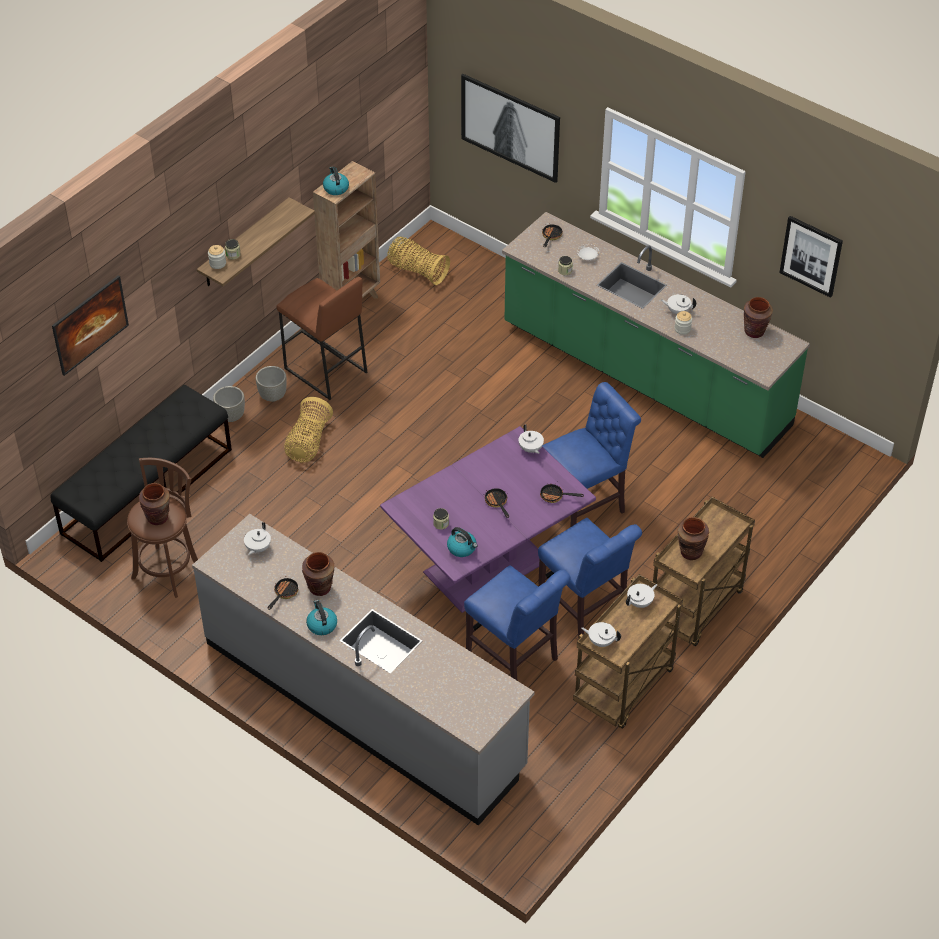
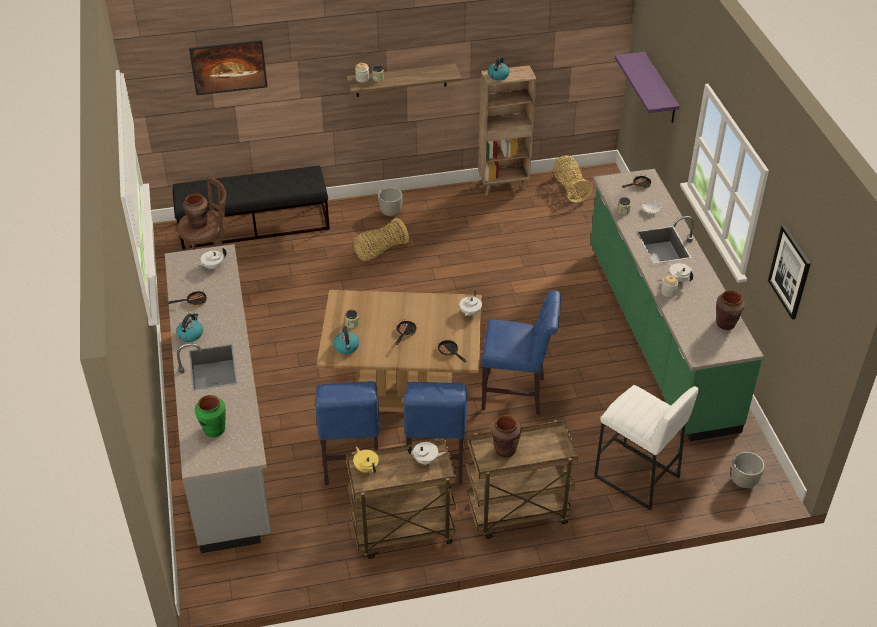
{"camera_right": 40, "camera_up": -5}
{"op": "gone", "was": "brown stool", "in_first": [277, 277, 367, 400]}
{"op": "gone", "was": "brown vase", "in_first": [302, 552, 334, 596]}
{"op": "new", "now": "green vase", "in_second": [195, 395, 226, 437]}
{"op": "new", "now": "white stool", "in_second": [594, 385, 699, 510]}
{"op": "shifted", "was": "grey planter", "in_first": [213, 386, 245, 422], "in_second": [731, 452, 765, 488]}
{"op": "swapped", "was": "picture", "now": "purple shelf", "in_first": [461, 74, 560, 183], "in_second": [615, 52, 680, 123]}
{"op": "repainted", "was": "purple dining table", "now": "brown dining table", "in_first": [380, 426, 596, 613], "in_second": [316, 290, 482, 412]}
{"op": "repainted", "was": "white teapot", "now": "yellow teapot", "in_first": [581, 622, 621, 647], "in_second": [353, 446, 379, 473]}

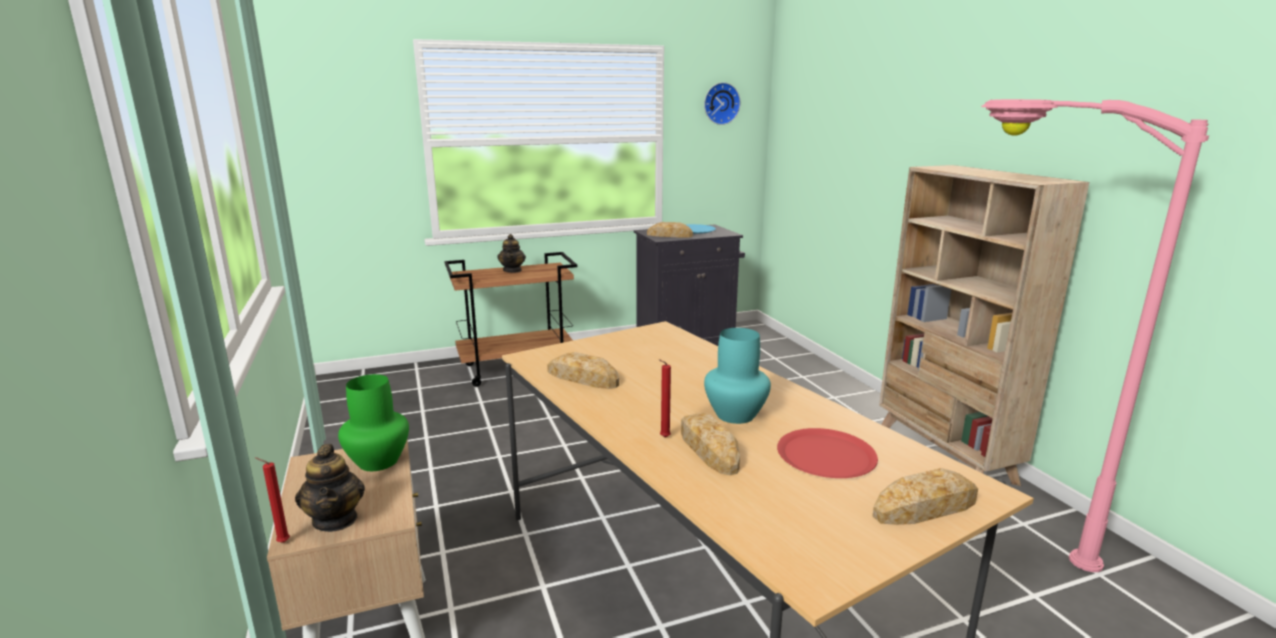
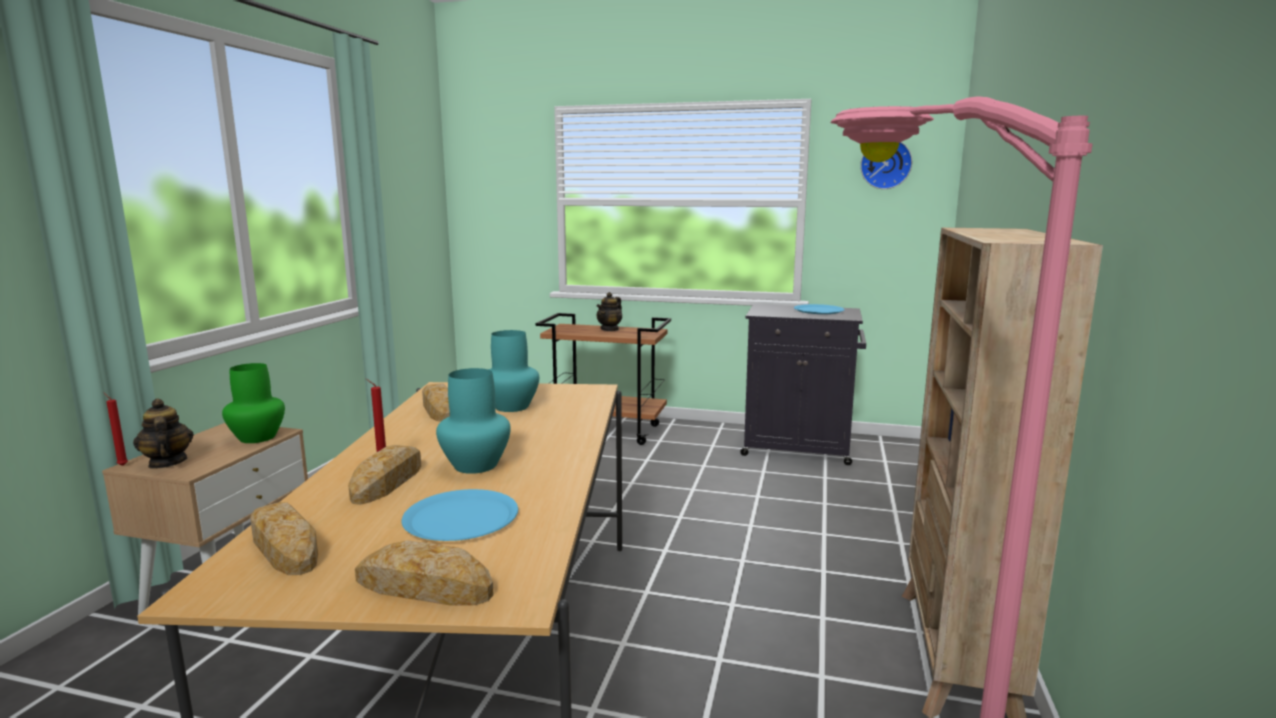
{"camera_right": 35, "camera_up": -5}
{"op": "new", "now": "turquoise vase", "in_second": [488, 330, 539, 412]}
{"op": "shifted", "was": "bread", "in_first": [647, 222, 693, 238], "in_second": [250, 502, 318, 575]}
{"op": "repainted", "was": "red plate", "now": "blue plate", "in_first": [777, 428, 878, 478], "in_second": [401, 489, 518, 541]}
{"op": "rotated", "was": "teapot", "in_first": [295, 444, 365, 532], "in_second": [133, 398, 194, 469], "clockwise": 135}

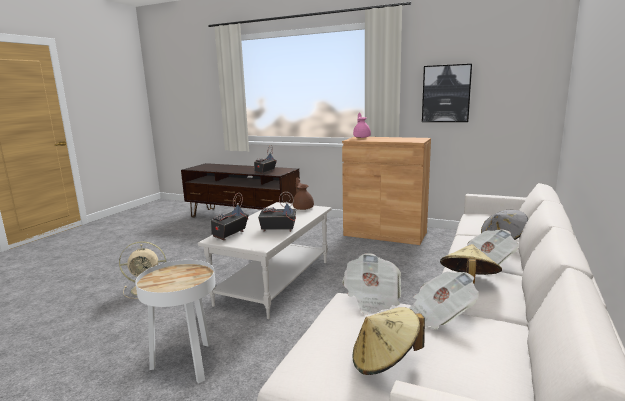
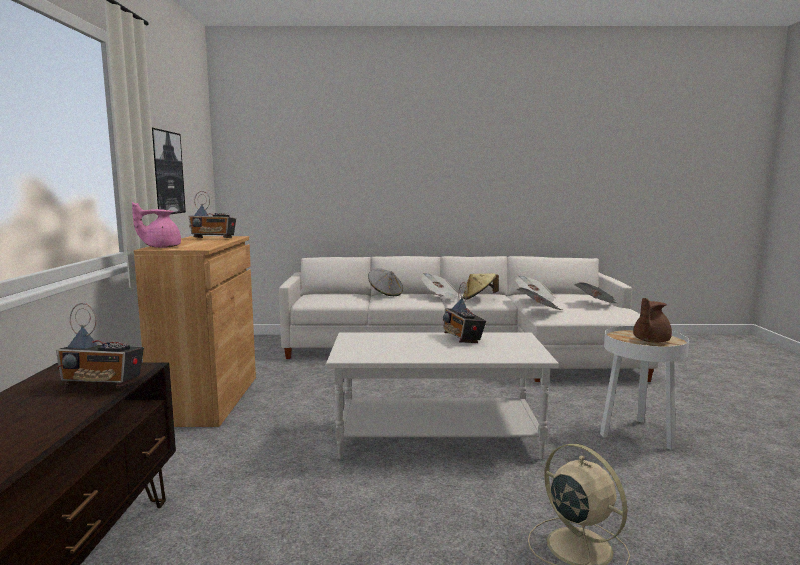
{"camera_right": -115, "camera_up": -5}
{"op": "shifted", "was": "radio", "in_first": [210, 193, 249, 241], "in_second": [188, 191, 236, 238]}
{"op": "shifted", "was": "brown teapot", "in_first": [293, 177, 314, 210], "in_second": [633, 298, 672, 343]}
{"op": "swapped", "was": "beige hat", "now": "newspaper", "in_first": [353, 307, 425, 375], "in_second": [574, 282, 616, 303]}

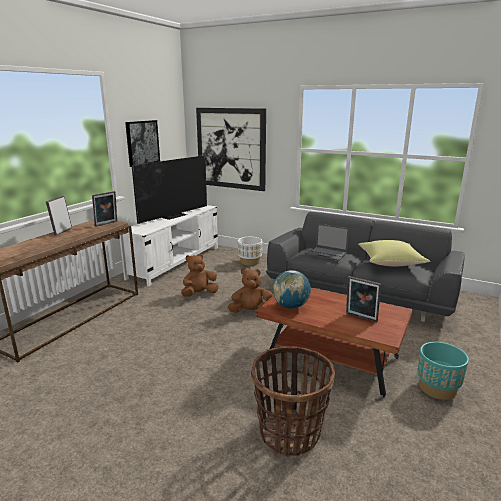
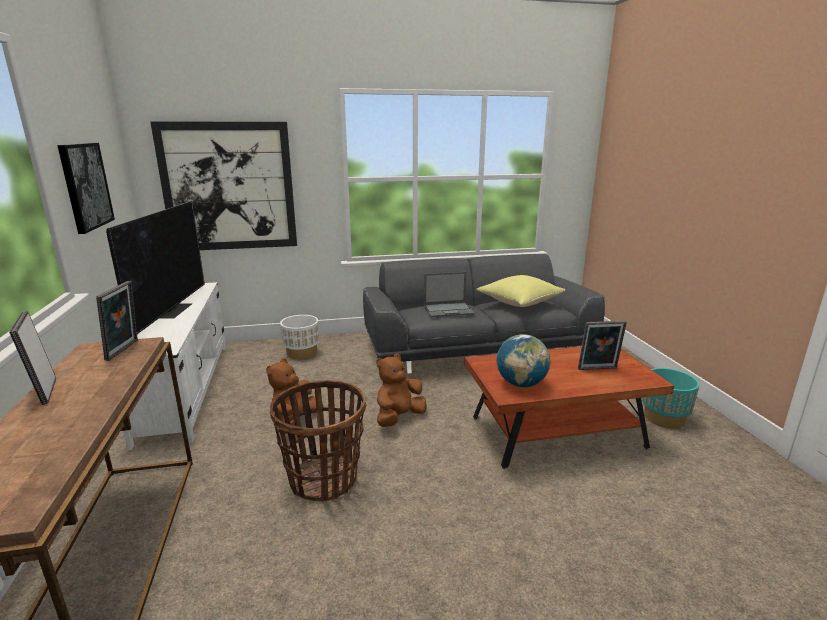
{"camera_right": -40, "camera_up": 0}
{"op": "shifted", "was": "basket", "in_first": [251, 346, 335, 457], "in_second": [270, 380, 366, 502]}

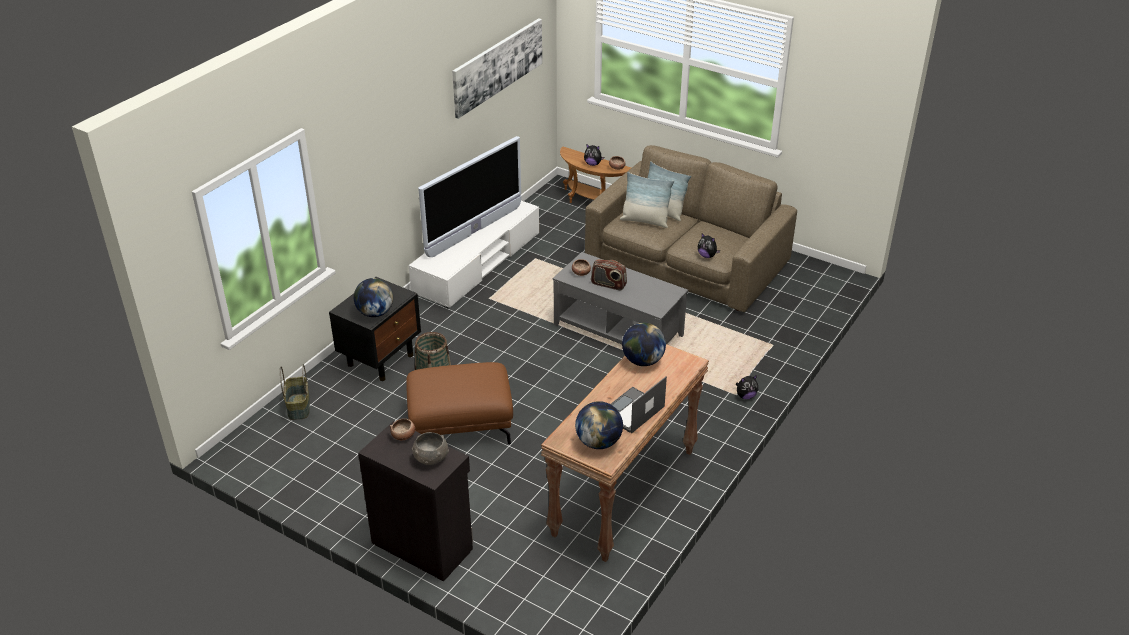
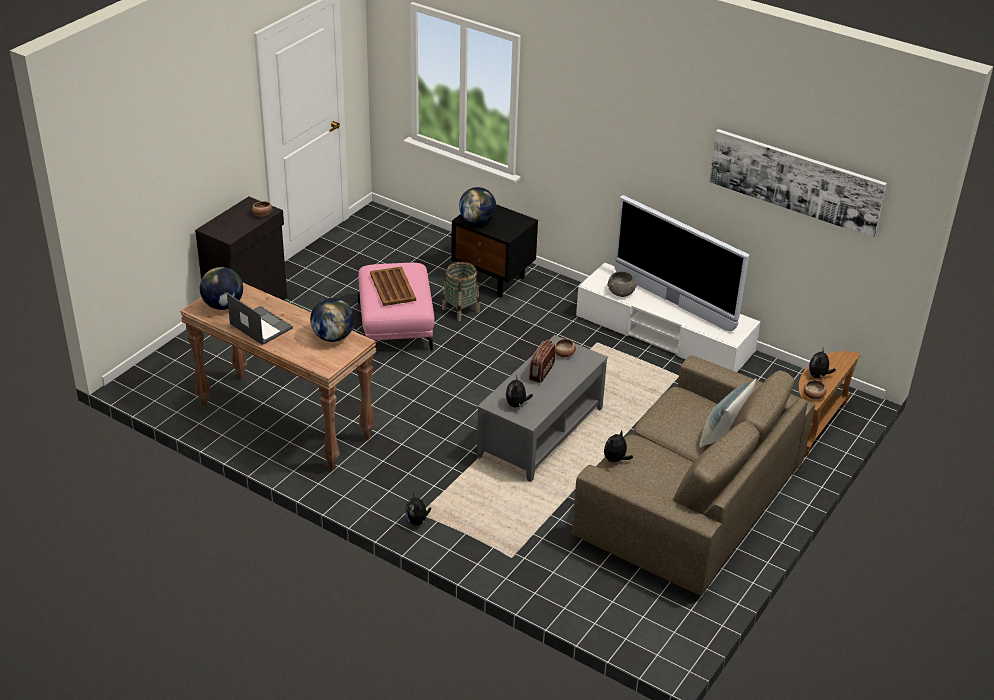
{"camera_right": 90, "camera_up": 0}
{"op": "gone", "was": "basket", "in_first": [280, 364, 310, 420]}
{"op": "gone", "was": "pillow", "in_first": [620, 172, 674, 228]}
{"op": "new", "now": "brown tray", "in_second": [370, 266, 416, 306]}
{"op": "new", "now": "plush toy", "in_second": [505, 375, 533, 408]}
{"op": "shifted", "was": "grey bowl", "in_first": [412, 432, 449, 465], "in_second": [607, 271, 637, 297]}
{"op": "repainted", "was": "brown ottoman", "now": "pink ottoman", "in_first": [406, 362, 513, 445], "in_second": [358, 263, 435, 351]}

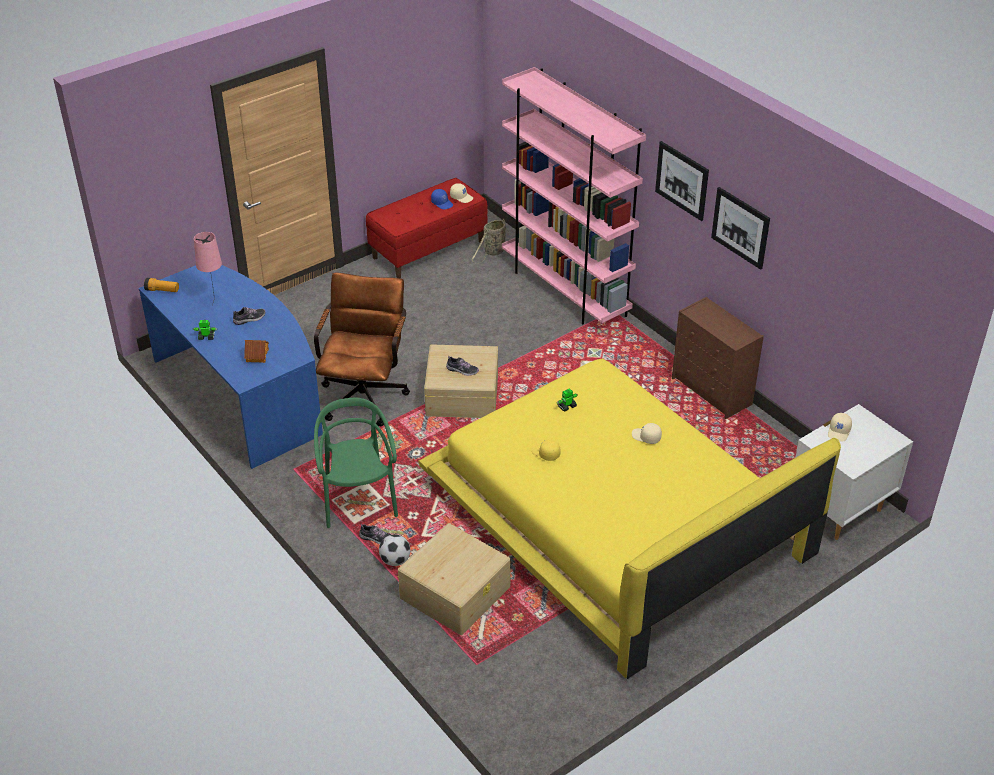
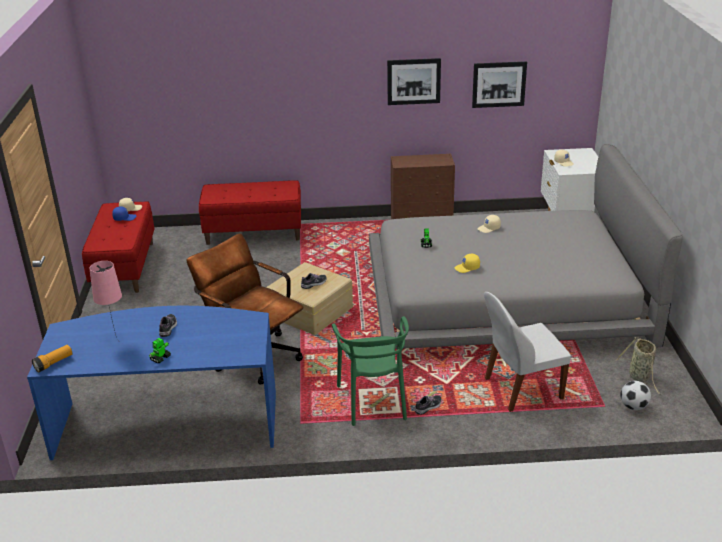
{"camera_right": -55, "camera_up": -10}
{"op": "gone", "was": "toy house", "in_first": [244, 340, 269, 363]}
{"op": "shifted", "was": "football", "in_first": [379, 534, 410, 566], "in_second": [620, 381, 651, 410]}
{"op": "shifted", "was": "basket", "in_first": [471, 219, 510, 264], "in_second": [616, 337, 661, 395]}
{"op": "shifted", "was": "picture", "in_first": [655, 141, 709, 221], "in_second": [472, 61, 527, 108]}
{"op": "swapped", "was": "beige storage box", "now": "white chair", "in_first": [398, 523, 511, 635], "in_second": [484, 292, 571, 412]}
{"op": "swapped", "was": "pink bookcase", "now": "red bench", "in_first": [502, 67, 646, 324], "in_second": [199, 180, 301, 245]}
{"op": "repainted", "was": "yellow bed", "now": "grey bed", "in_first": [418, 359, 841, 679], "in_second": [369, 144, 683, 349]}
{"op": "rotated", "was": "green chair", "in_first": [314, 398, 398, 528], "in_second": [332, 316, 409, 426], "clockwise": -120}

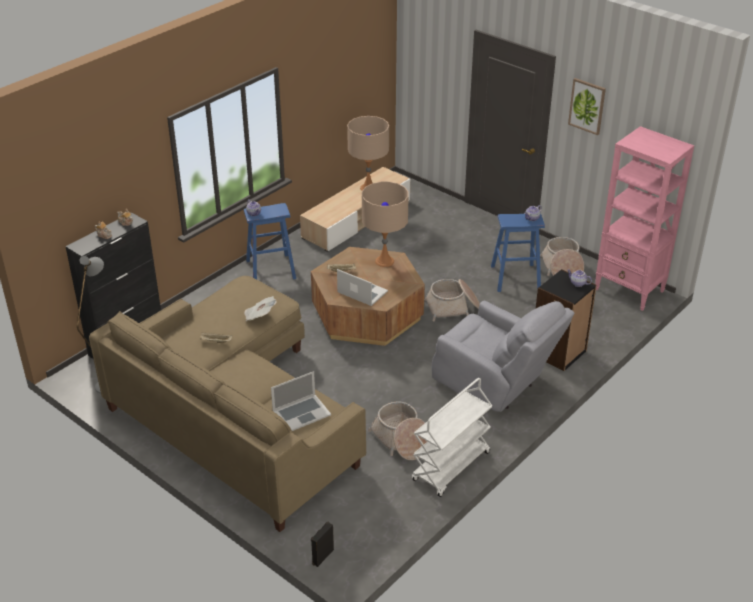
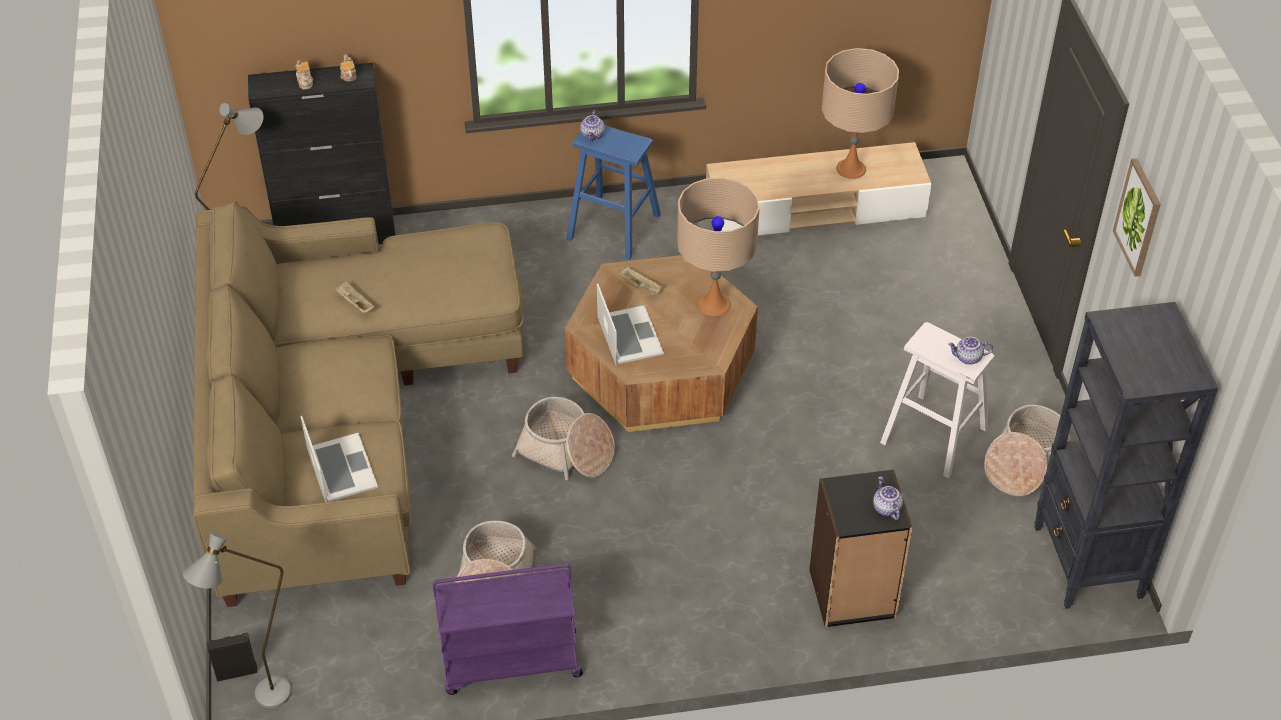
{"camera_right": 40, "camera_up": 10}
{"op": "gone", "was": "newspaper", "in_first": [244, 296, 276, 321]}
{"op": "gone", "was": "grey armchair", "in_first": [432, 301, 574, 412]}
{"op": "new", "now": "grey floor lamp", "in_second": [183, 532, 291, 708]}
{"op": "shifted", "was": "basket", "in_first": [424, 279, 480, 322], "in_second": [512, 397, 615, 480]}
{"op": "repainted", "was": "white cart", "now": "purple cart", "in_first": [412, 378, 492, 497], "in_second": [433, 564, 583, 695]}
{"op": "repainted", "was": "blue stool", "now": "white stool", "in_first": [491, 213, 545, 292], "in_second": [880, 322, 995, 478]}
{"op": "repainted", "was": "pink bookcase", "now": "black bookcase", "in_first": [595, 126, 694, 311], "in_second": [1034, 302, 1218, 609]}
{"op": "rotated", "was": "laptop", "in_first": [271, 371, 331, 431], "in_second": [301, 416, 378, 502], "clockwise": -120}

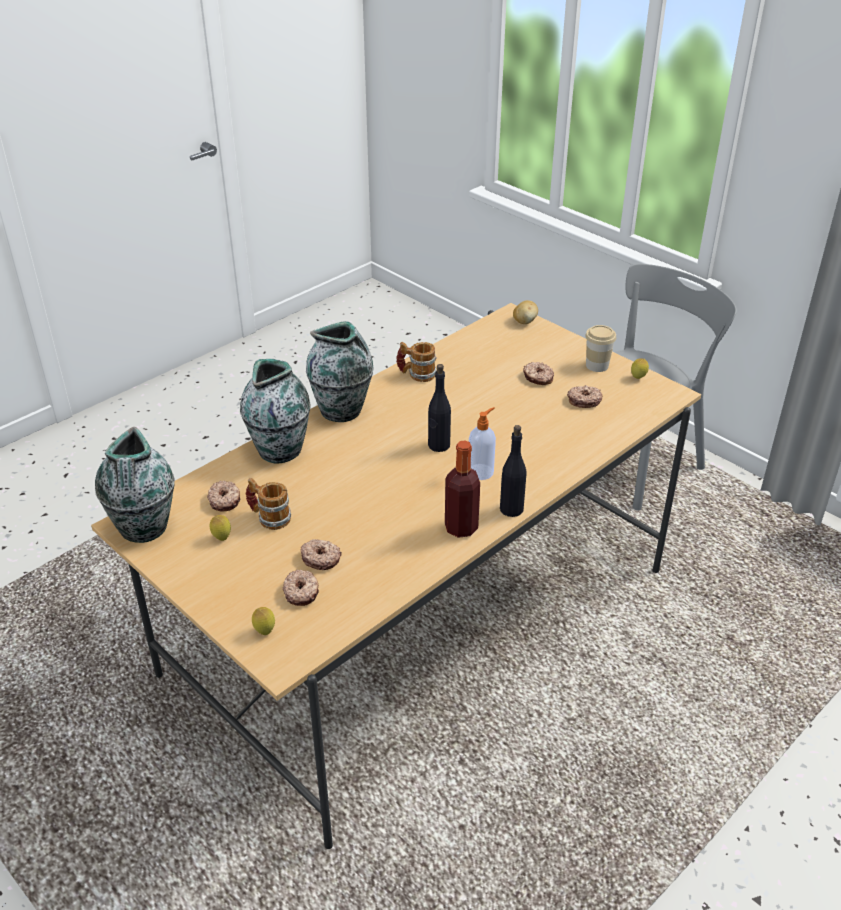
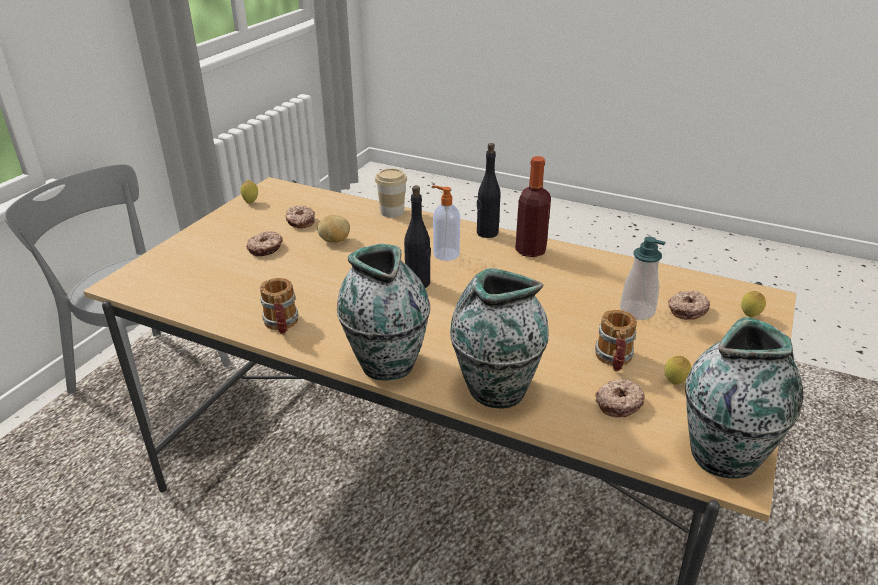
{"camera_right": -110, "camera_up": -5}
{"op": "shifted", "was": "potato", "in_first": [513, 300, 538, 324], "in_second": [317, 215, 350, 242]}
{"op": "shifted", "was": "cup", "in_first": [585, 325, 616, 372], "in_second": [375, 168, 407, 218]}
{"op": "swapped", "was": "donut", "now": "soap dispenser", "in_first": [300, 539, 341, 570], "in_second": [620, 236, 666, 320]}

